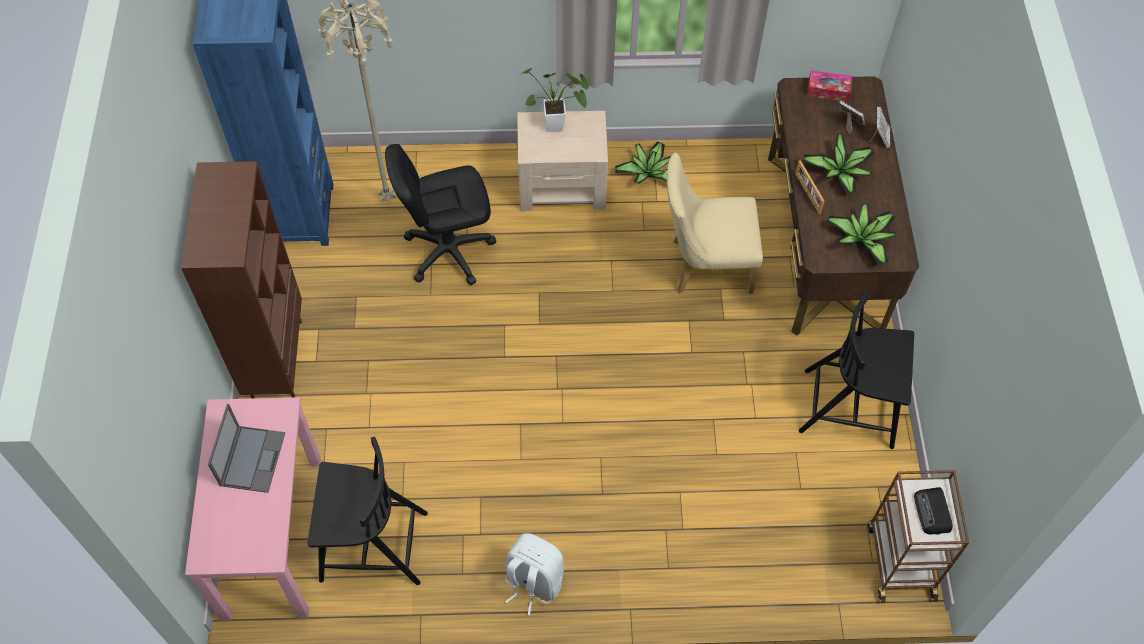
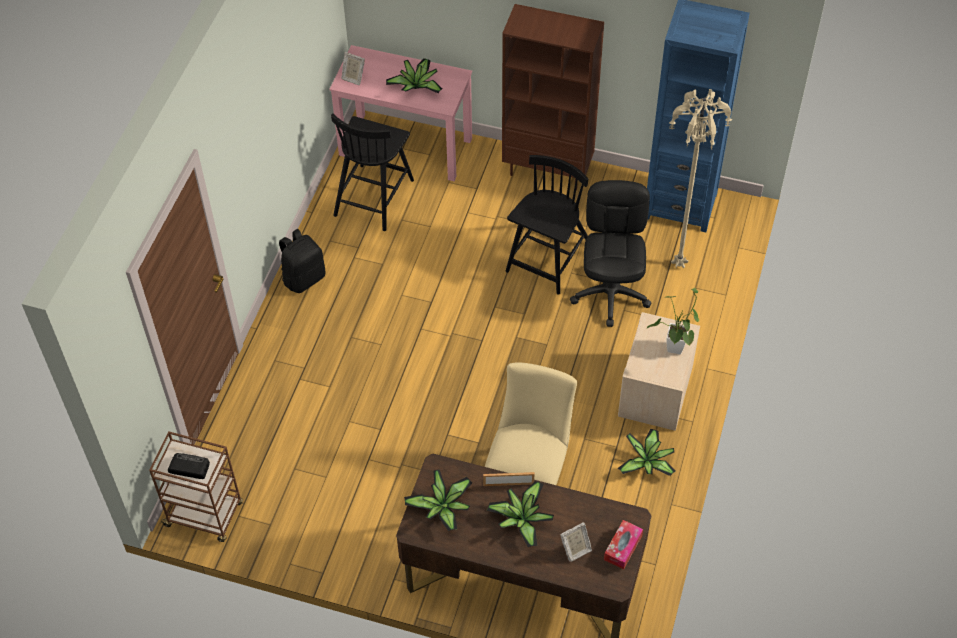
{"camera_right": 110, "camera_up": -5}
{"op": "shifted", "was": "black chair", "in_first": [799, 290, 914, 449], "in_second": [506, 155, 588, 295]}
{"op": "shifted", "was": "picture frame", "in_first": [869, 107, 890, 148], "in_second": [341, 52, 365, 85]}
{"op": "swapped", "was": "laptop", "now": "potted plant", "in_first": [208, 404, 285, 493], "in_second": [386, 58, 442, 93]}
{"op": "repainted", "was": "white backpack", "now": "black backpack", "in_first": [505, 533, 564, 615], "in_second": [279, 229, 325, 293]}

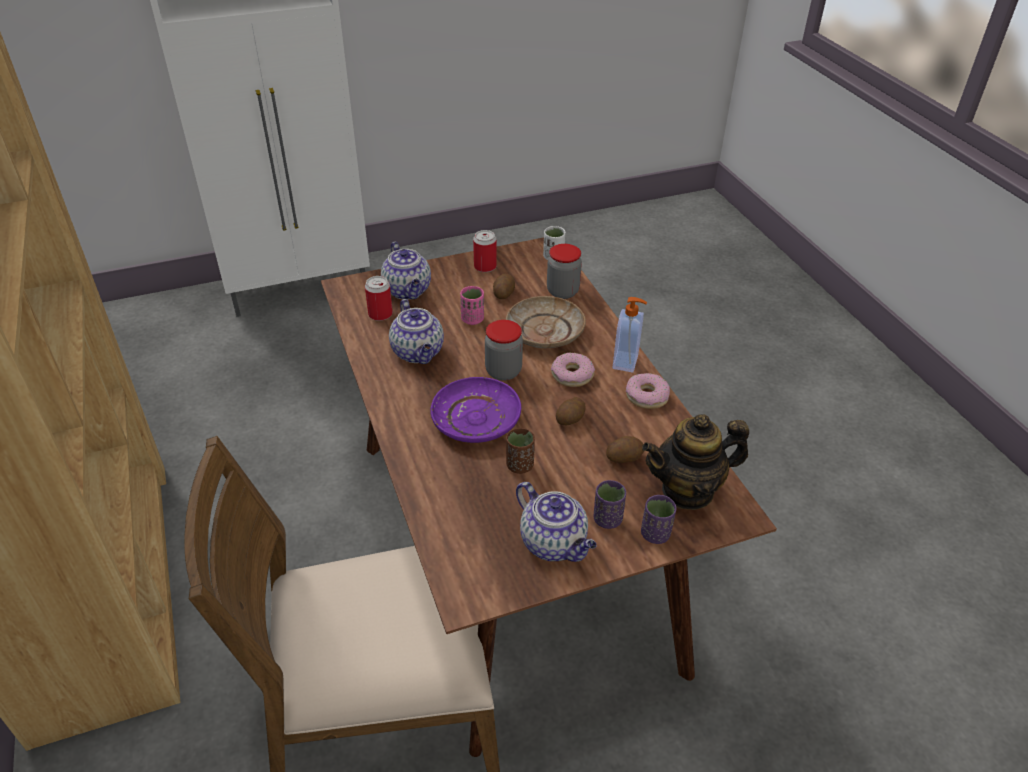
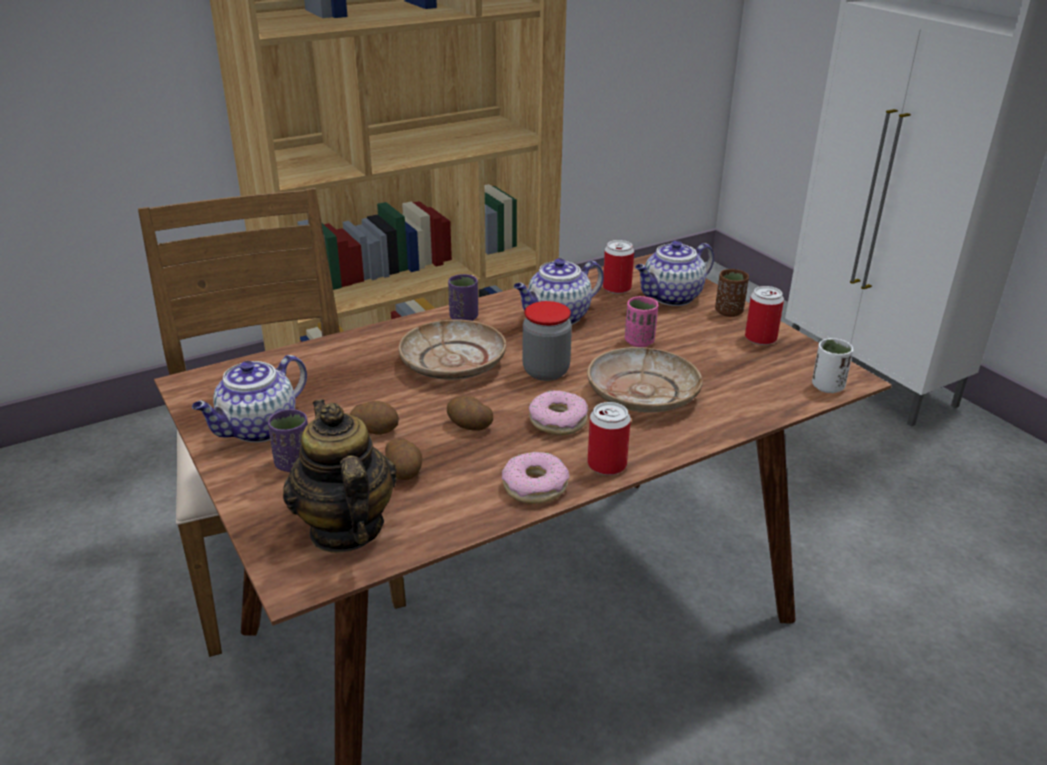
{"camera_right": 80, "camera_up": -10}
{"op": "gone", "was": "jar", "in_first": [547, 244, 582, 299]}
{"op": "shifted", "was": "potato", "in_first": [493, 274, 515, 299], "in_second": [350, 401, 399, 435]}
{"op": "shifted", "was": "brown cup", "in_first": [506, 428, 535, 474], "in_second": [715, 269, 749, 317]}
{"op": "shifted", "was": "purple cup", "in_first": [641, 495, 677, 544], "in_second": [448, 274, 478, 321]}
{"op": "swapped", "was": "soap dispenser", "now": "can", "in_first": [613, 297, 647, 373], "in_second": [587, 402, 631, 475]}
{"op": "repainted", "was": "purple plate", "now": "beige plate", "in_first": [430, 377, 521, 443], "in_second": [399, 319, 506, 380]}

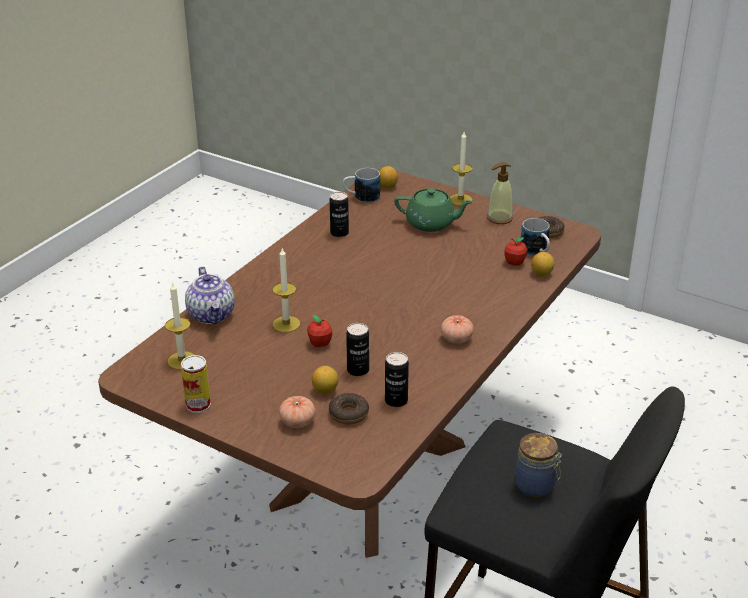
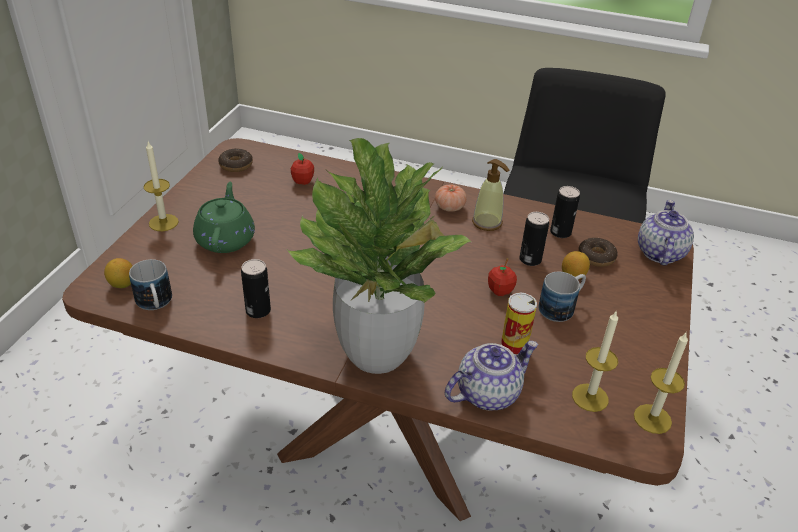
{"camera_right": -105, "camera_up": 5}
{"op": "gone", "was": "tomato", "in_first": [279, 396, 316, 428]}
{"op": "gone", "was": "jar", "in_first": [515, 433, 562, 497]}
{"op": "gone", "was": "lemon", "in_first": [531, 252, 555, 276]}
{"op": "new", "now": "potted plant", "in_second": [288, 138, 471, 374]}
{"op": "new", "now": "teapot", "in_second": [638, 200, 694, 266]}
{"op": "shifted", "was": "can", "in_first": [181, 355, 211, 413], "in_second": [501, 293, 537, 356]}
{"op": "shifted", "was": "candle", "in_first": [273, 248, 300, 332], "in_second": [634, 333, 688, 434]}
{"op": "shifted", "was": "soap dispenser", "in_first": [487, 162, 513, 224], "in_second": [472, 159, 509, 231]}
{"op": "shifted", "was": "mug", "in_first": [520, 218, 550, 256], "in_second": [538, 272, 586, 322]}

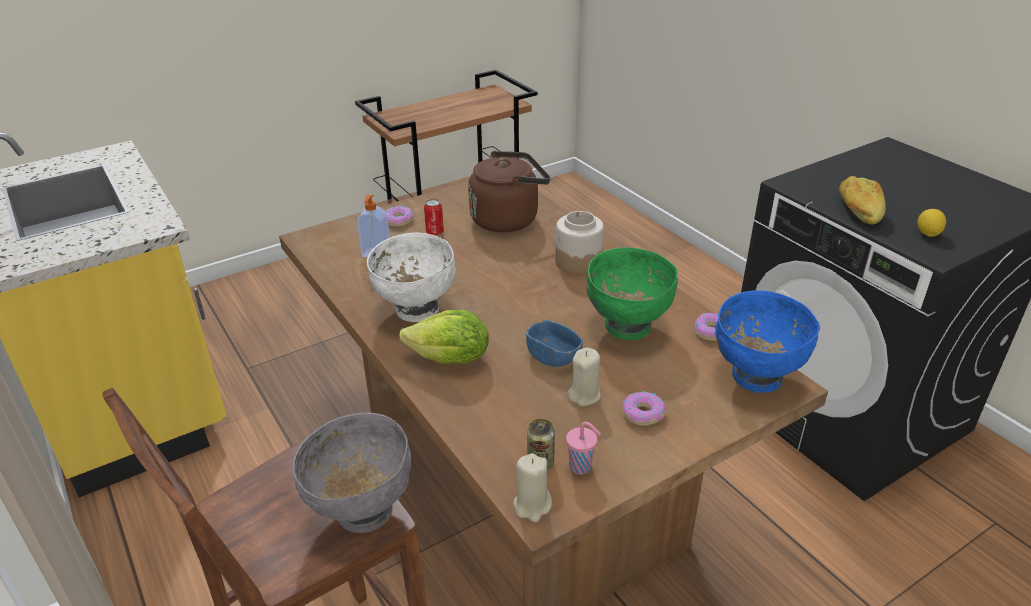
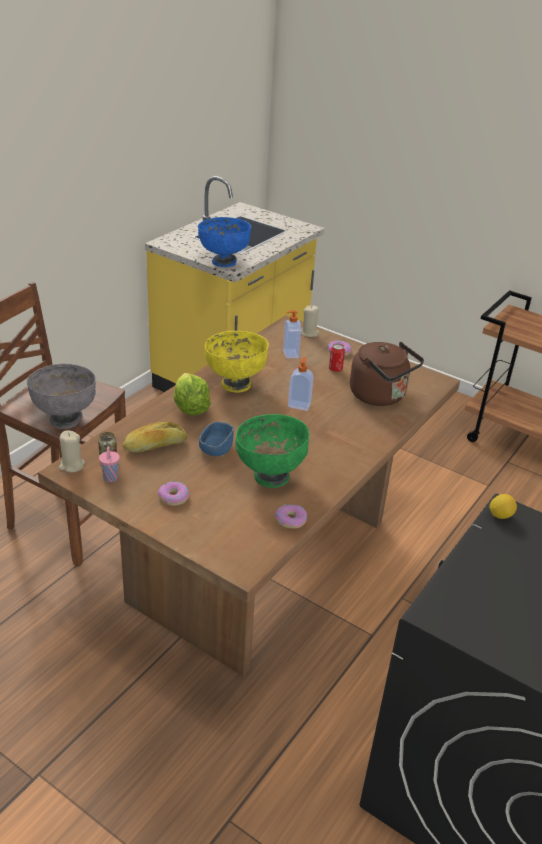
{"camera_right": 65, "camera_up": 0}
{"op": "gone", "was": "jar", "in_first": [556, 211, 604, 274]}
{"op": "new", "now": "soap dispenser", "in_second": [288, 357, 314, 411]}
{"op": "shifted", "was": "beige candle", "in_first": [567, 347, 600, 406], "in_second": [301, 305, 319, 337]}
{"op": "shifted", "was": "blue bowl", "in_first": [715, 290, 820, 393], "in_second": [198, 217, 251, 267]}
{"op": "shifted", "was": "bread", "in_first": [839, 176, 886, 224], "in_second": [123, 422, 187, 452]}
{"op": "shifted", "was": "lemon", "in_first": [918, 209, 946, 237], "in_second": [489, 494, 517, 519]}
{"op": "repainted", "was": "white bowl", "now": "yellow bowl", "in_first": [367, 233, 456, 322], "in_second": [205, 331, 269, 392]}

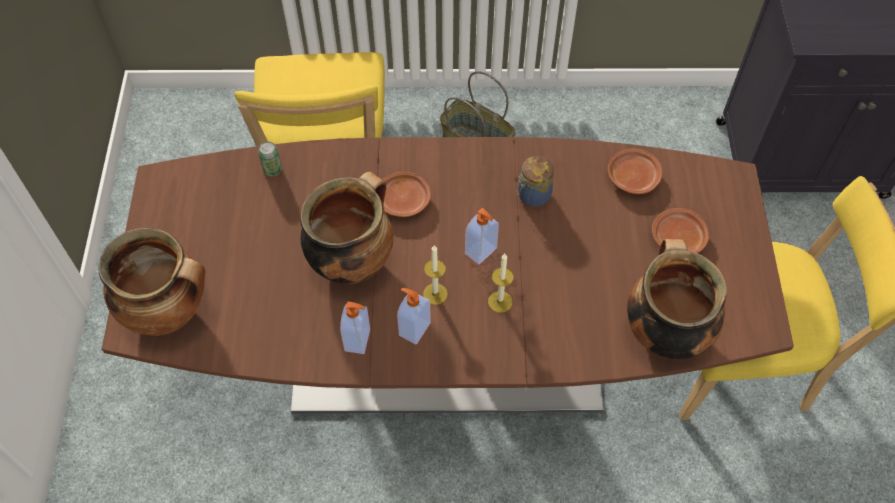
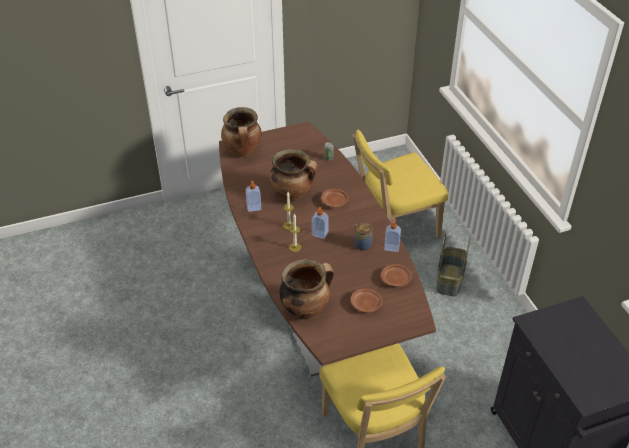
{"camera_right": 70, "camera_up": -15}
{"op": "shifted", "was": "soap dispenser", "in_first": [397, 288, 431, 344], "in_second": [384, 218, 401, 252]}

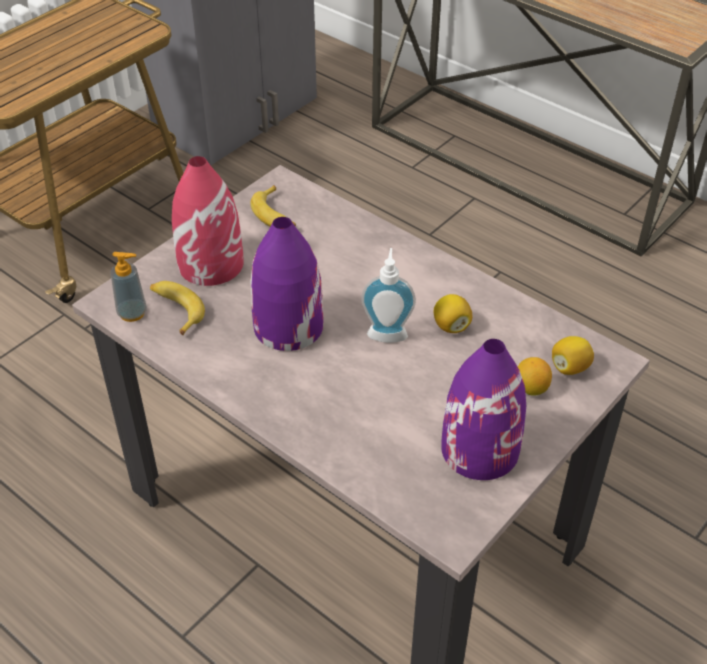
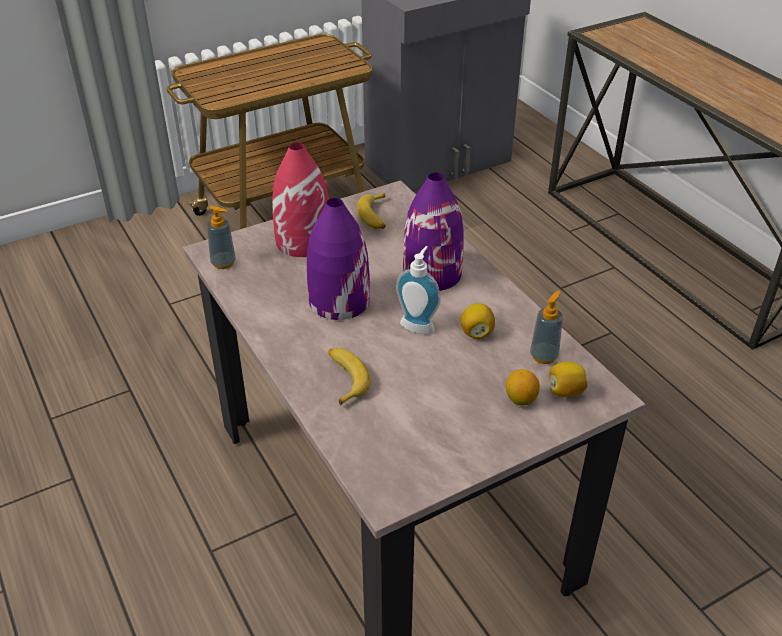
{"camera_right": 20, "camera_up": -5}
{"op": "new", "now": "soap dispenser", "in_second": [530, 290, 563, 364]}
{"op": "shifted", "was": "banana", "in_first": [150, 281, 205, 336], "in_second": [328, 348, 371, 405]}
{"op": "shifted", "was": "purple vase", "in_first": [441, 339, 526, 480], "in_second": [403, 173, 464, 291]}

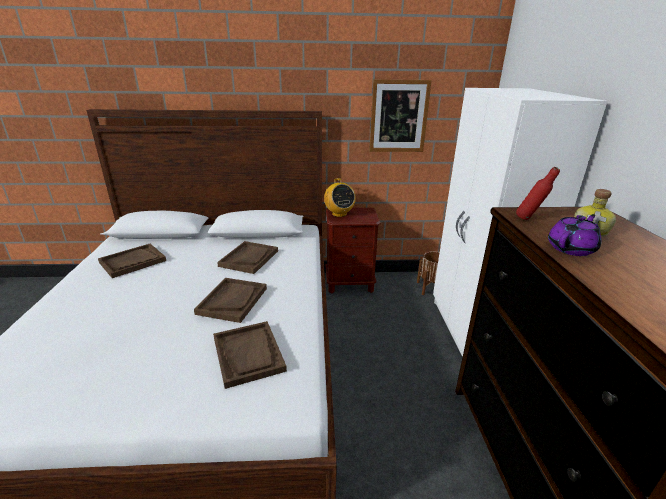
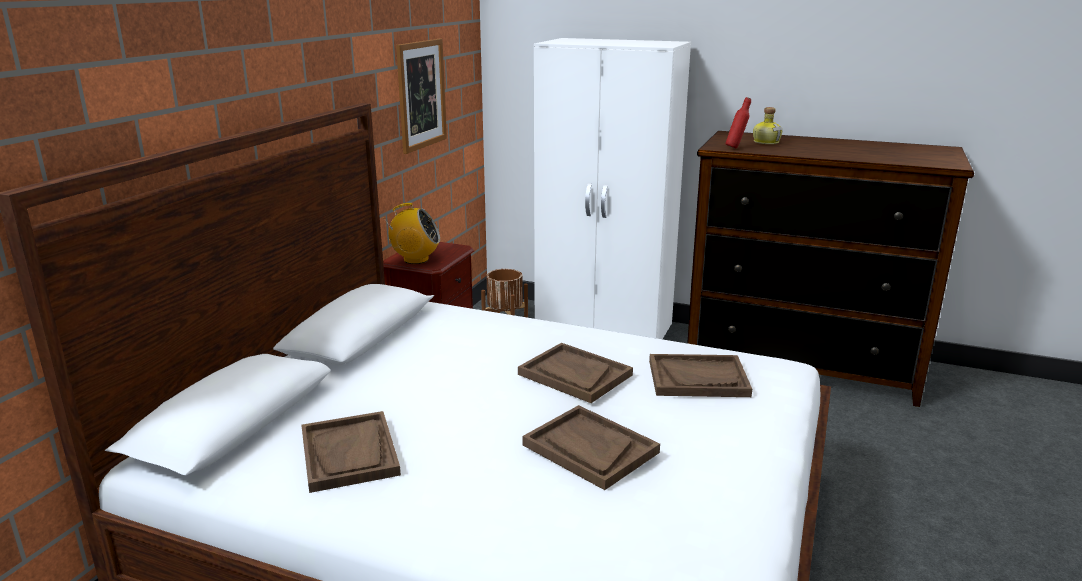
{"camera_right": -65, "camera_up": -5}
{"op": "gone", "was": "purple teapot", "in_first": [548, 214, 601, 256]}
{"op": "shifted", "was": "brown tray", "in_first": [217, 241, 278, 274], "in_second": [522, 405, 660, 490]}

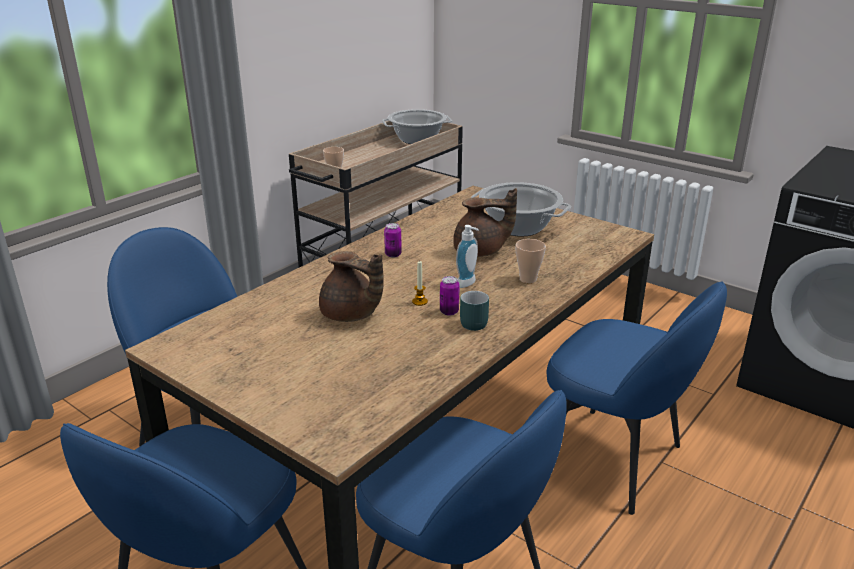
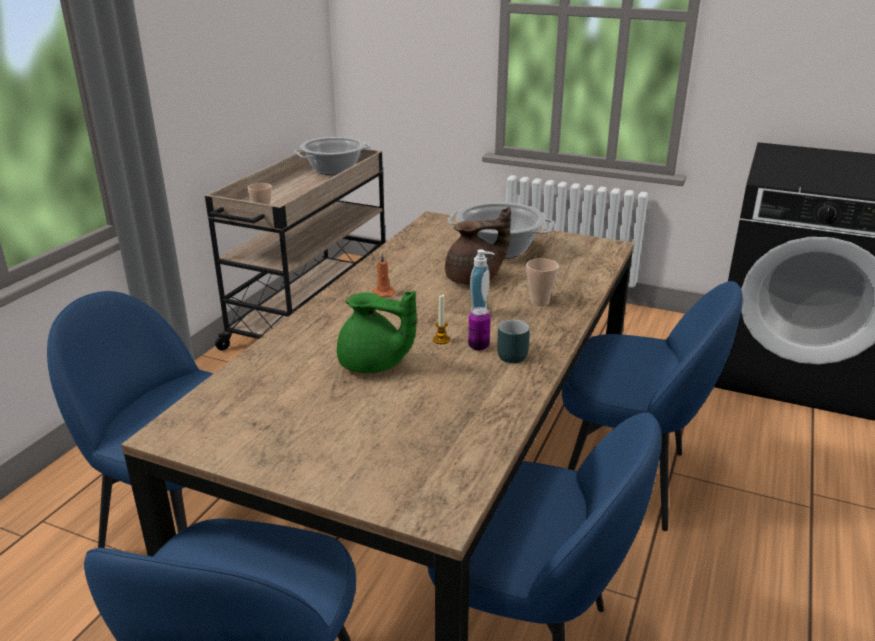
{"camera_right": -15, "camera_up": 0}
{"op": "swapped", "was": "can", "now": "orange candle", "in_first": [384, 223, 402, 258], "in_second": [373, 253, 395, 297]}
{"op": "repainted", "was": "brown teapot", "now": "green teapot", "in_first": [319, 251, 384, 322], "in_second": [337, 291, 417, 373]}

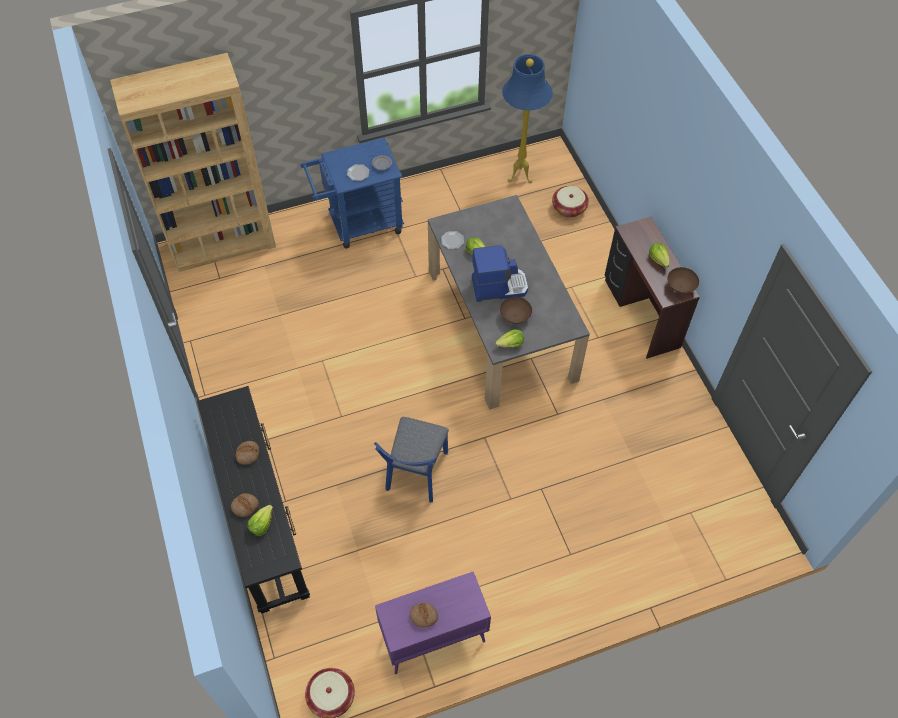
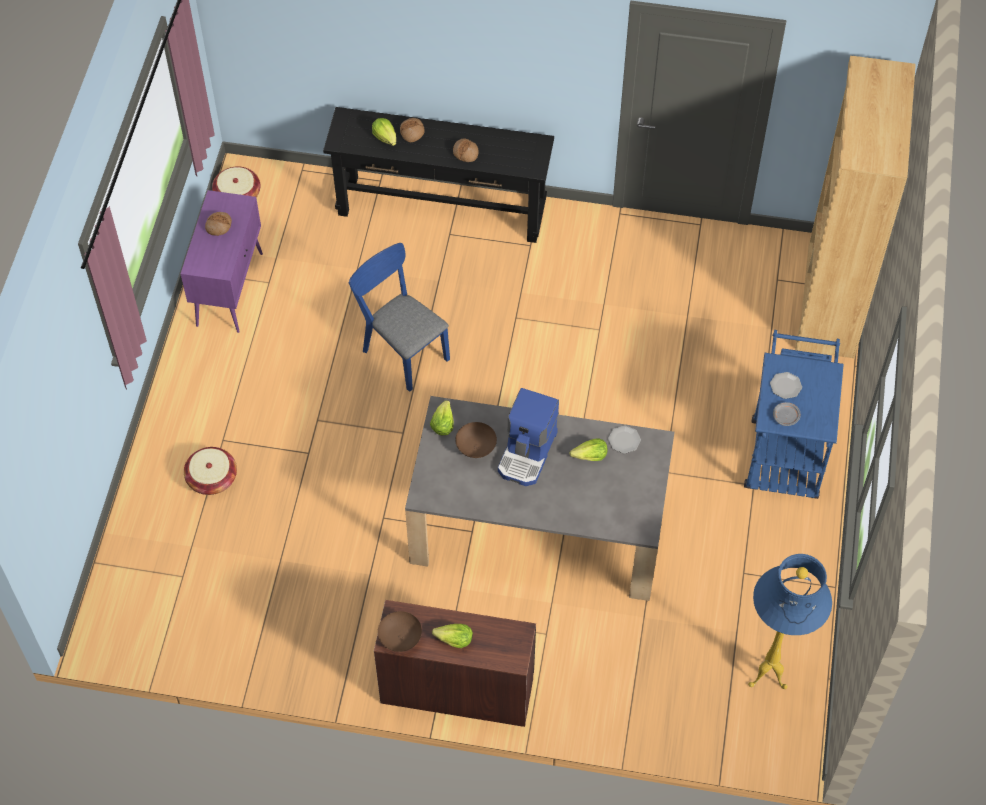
{"camera_right": 120, "camera_up": 0}
{"op": "shifted", "was": "basket", "in_first": [552, 186, 589, 217], "in_second": [184, 447, 237, 495]}

